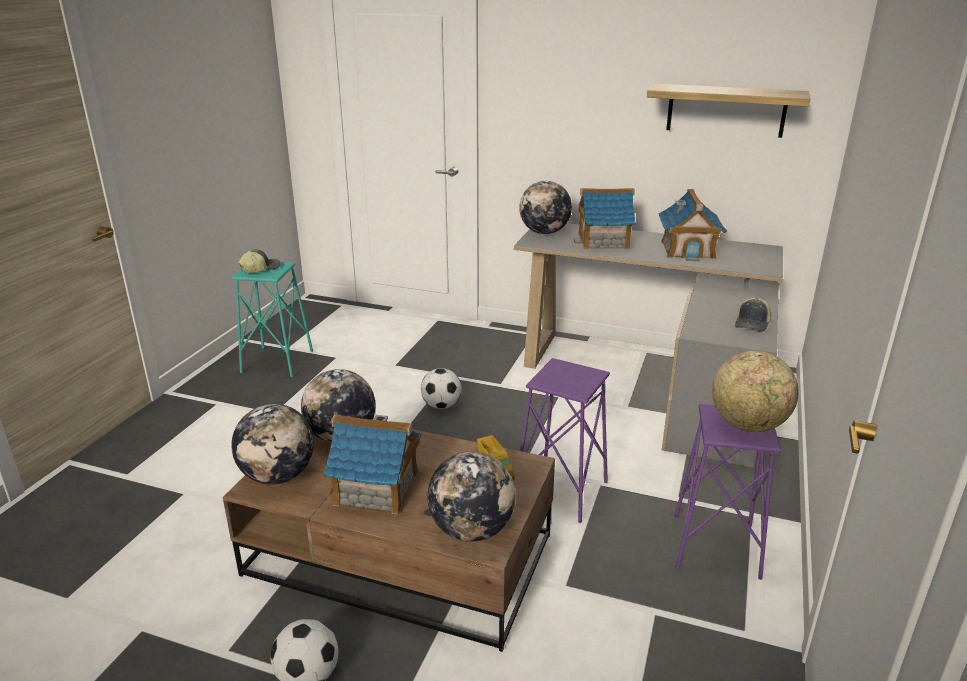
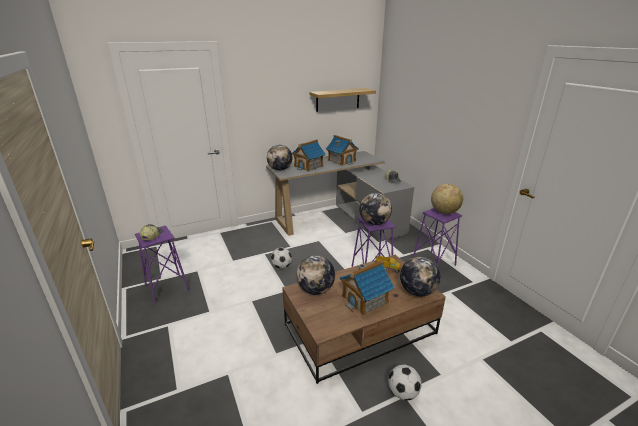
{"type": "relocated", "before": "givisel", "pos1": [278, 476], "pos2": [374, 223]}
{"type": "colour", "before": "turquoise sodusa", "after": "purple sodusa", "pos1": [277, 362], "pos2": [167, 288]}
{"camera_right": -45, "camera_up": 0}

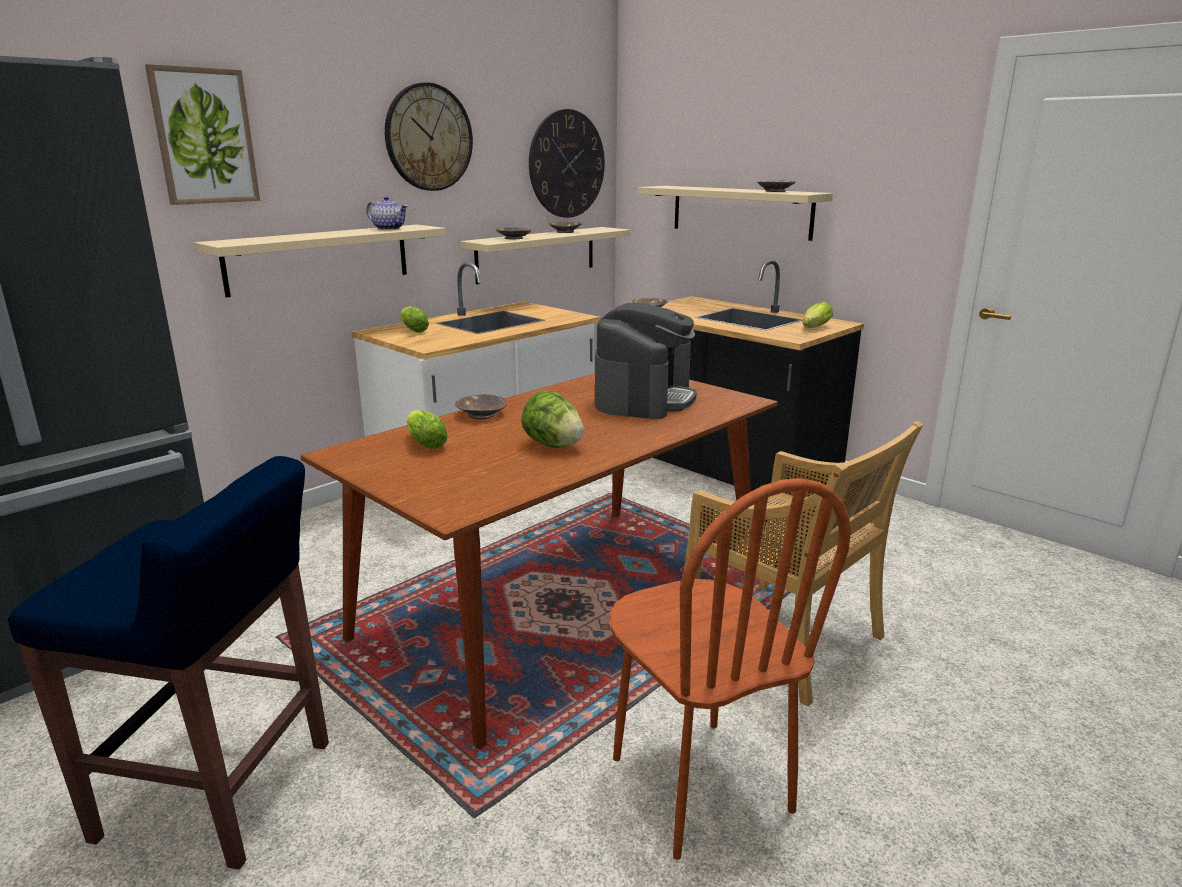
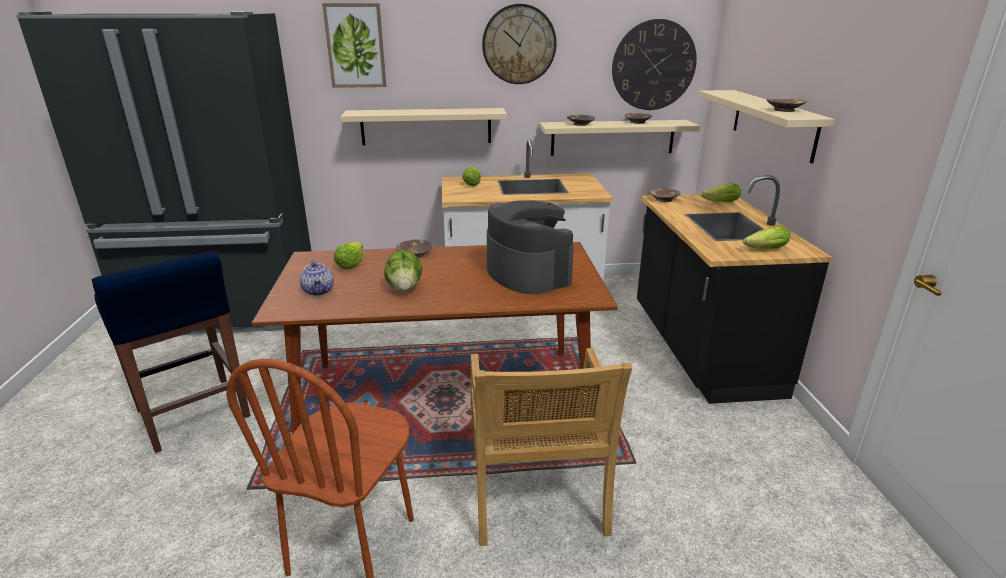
{"type": "appeared", "after": "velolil", "pos2": [719, 202]}
{"type": "relocated", "before": "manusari", "pos1": [389, 228], "pos2": [319, 291]}
{"type": "spun", "before": "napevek", "pos1": [644, 399], "pos2": [527, 273], "turn": -90}
{"camera_right": 40, "camera_up": 5}

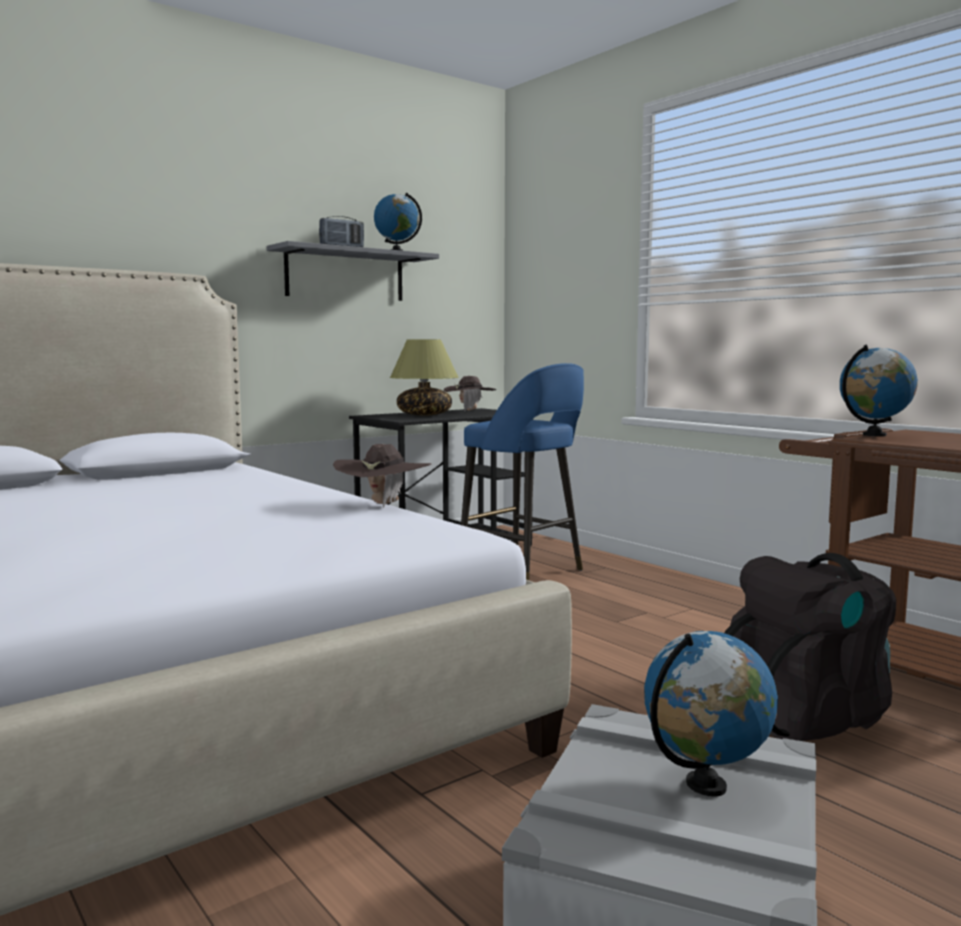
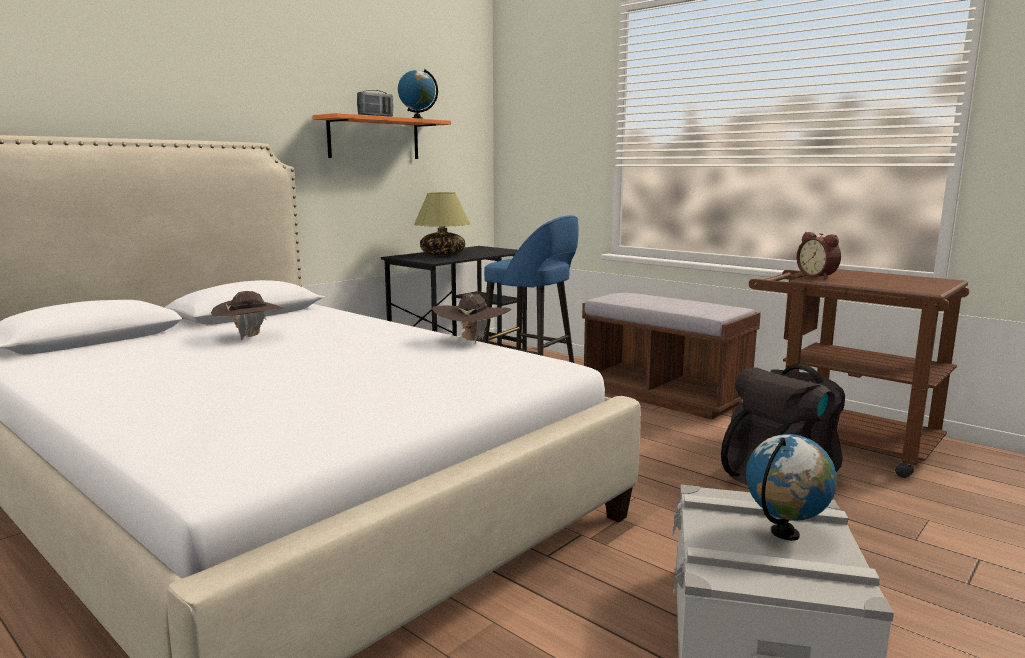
{"type": "appeared", "after": "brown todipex", "pos2": [664, 396]}
{"type": "relocated", "before": "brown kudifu", "pos1": [469, 411], "pos2": [250, 337]}
{"type": "exchanged", "before": "givisel", "after": "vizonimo", "pos1": [874, 435], "pos2": [818, 276]}
{"type": "colour", "before": "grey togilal", "after": "orange togilal", "pos1": [345, 275], "pos2": [374, 138]}
{"camera_right": -10, "camera_up": 5}

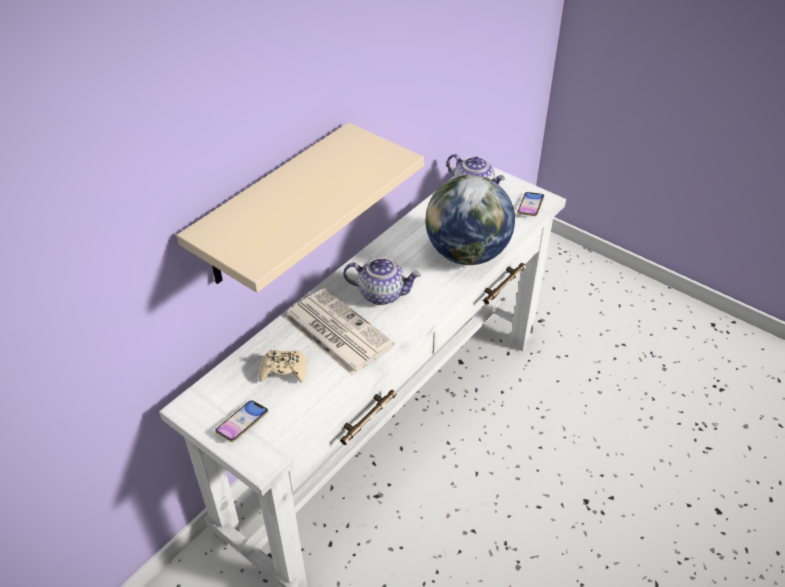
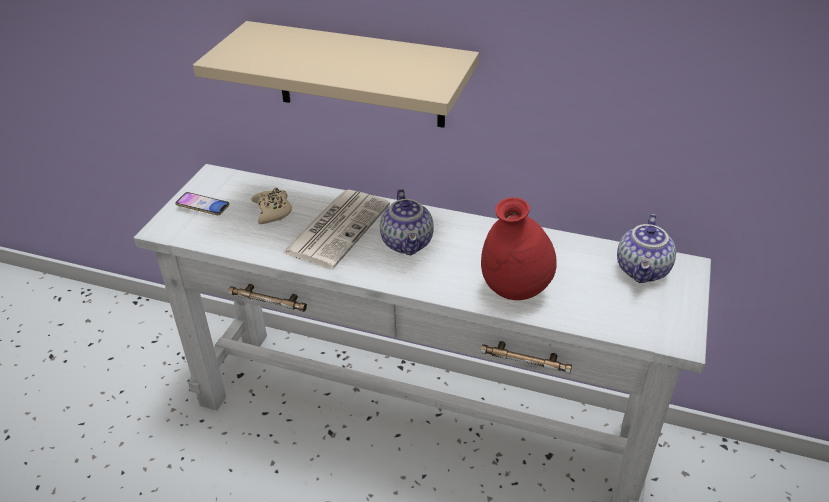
{"type": "missing", "before": "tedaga", "pos1": [530, 206]}
{"type": "exchanged", "before": "givisel", "after": "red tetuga", "pos1": [466, 254], "pos2": [514, 291]}
{"camera_right": 70, "camera_up": -5}

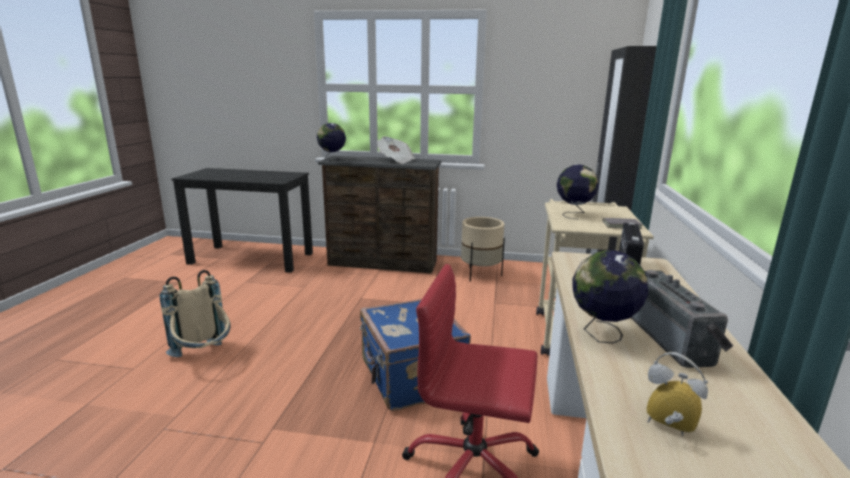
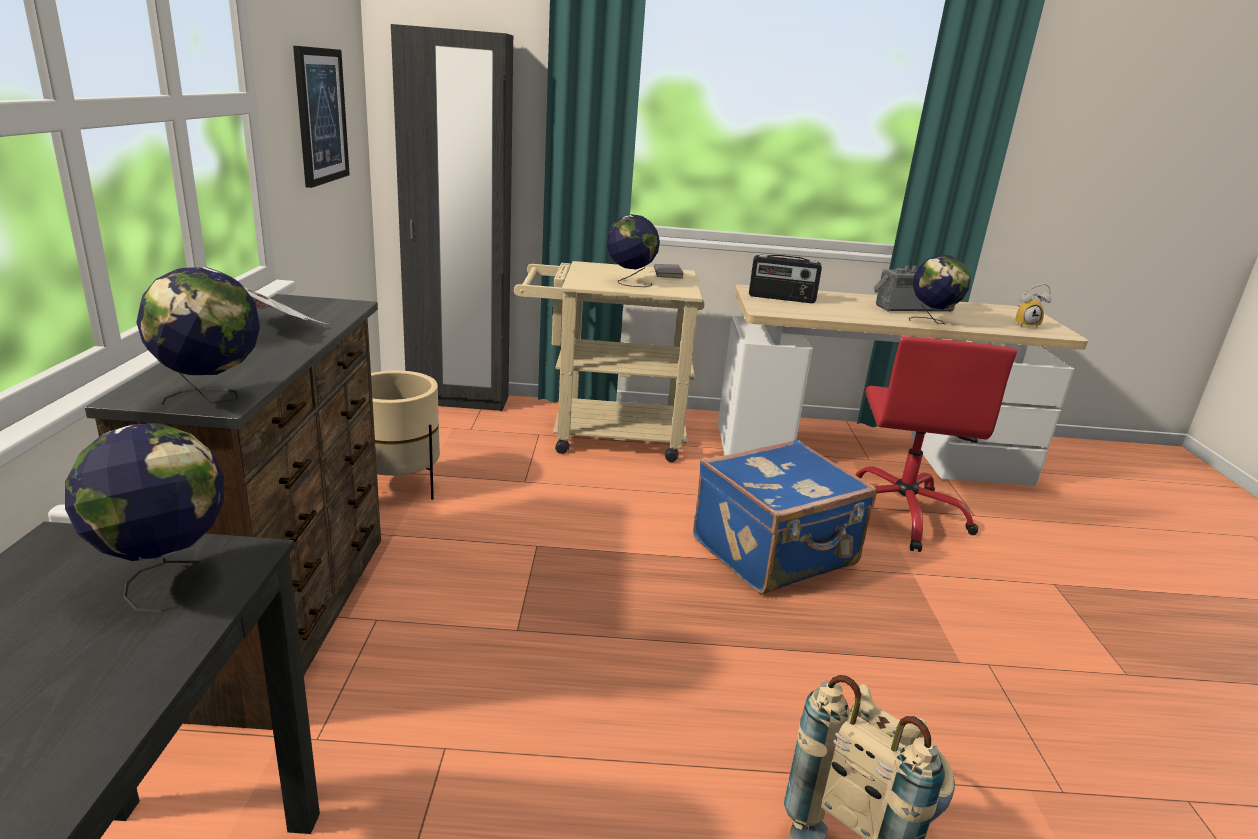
{"type": "appeared", "after": "givisel", "pos2": [164, 579]}
{"type": "appeared", "after": "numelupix", "pos2": [320, 116]}
{"type": "spun", "before": "vizonimo", "pos1": [667, 428], "pos2": [1025, 325], "turn": -120}
{"camera_right": -100, "camera_up": 5}

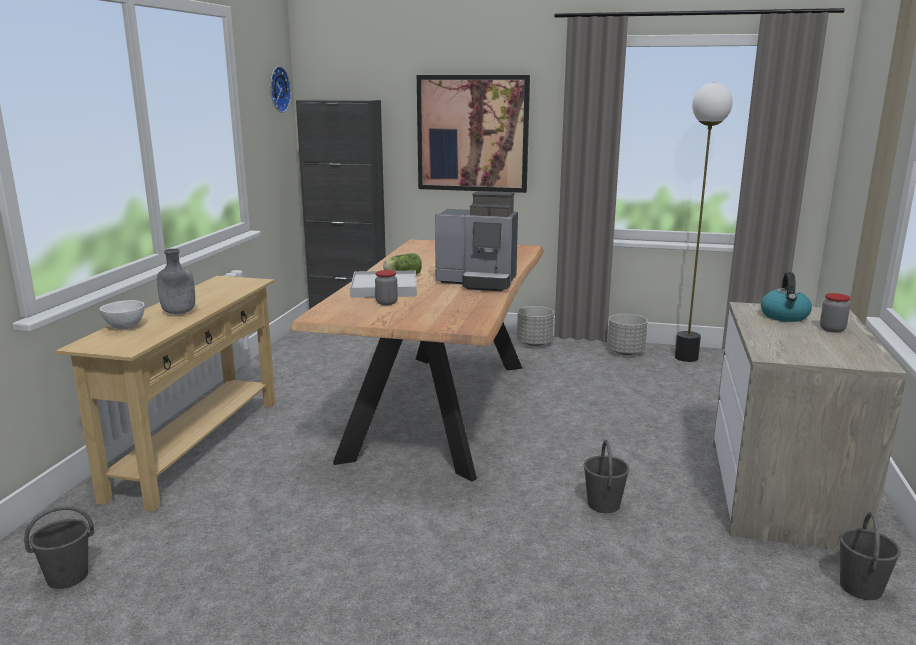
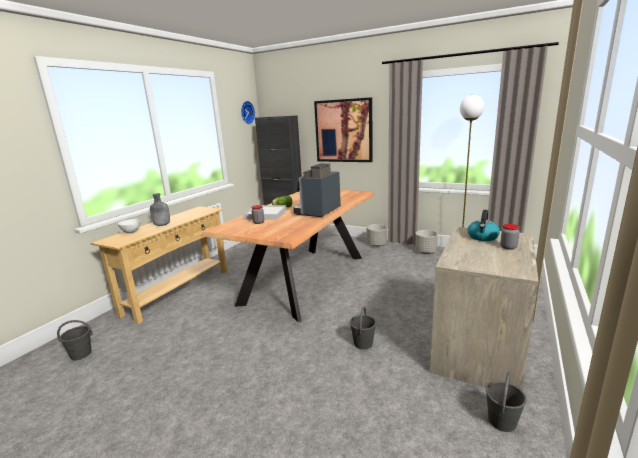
{"type": "spun", "before": "napevek", "pos1": [479, 282], "pos2": [318, 212], "turn": 90}
{"camera_right": 15, "camera_up": 0}

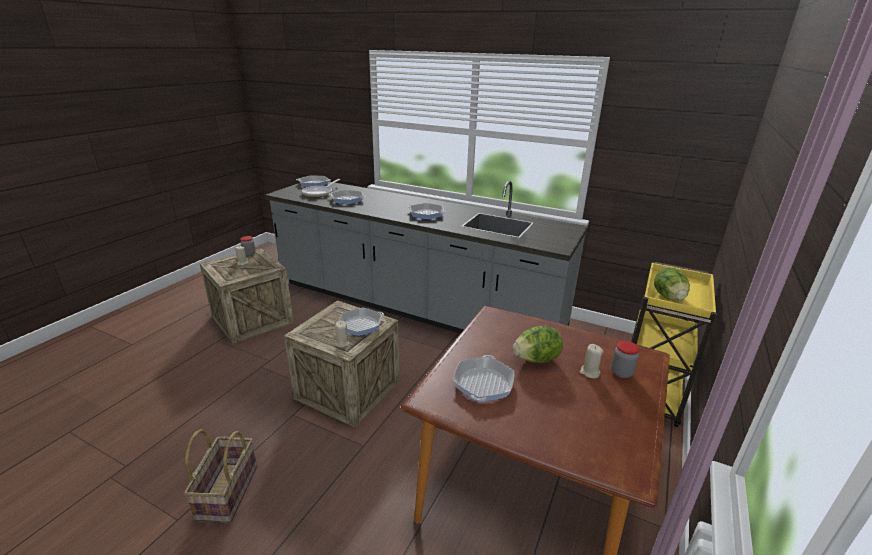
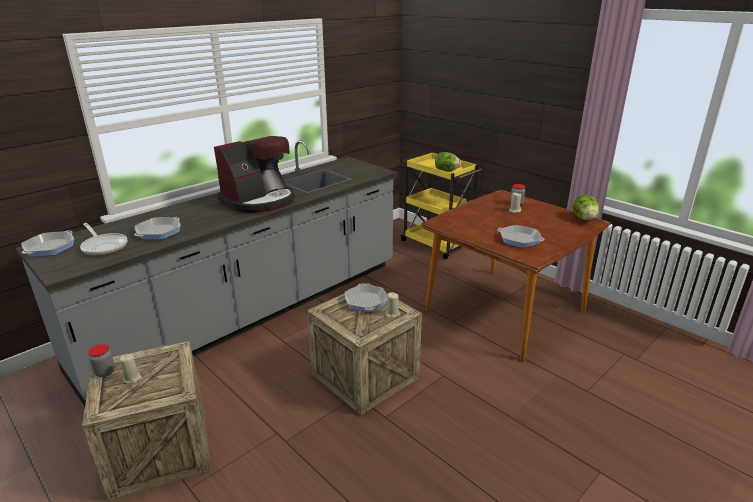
{"type": "missing", "before": "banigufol", "pos1": [226, 491]}
{"type": "relocated", "before": "velolil", "pos1": [536, 359], "pos2": [584, 219]}
{"type": "exchanged", "before": "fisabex", "after": "napevek", "pos1": [426, 214], "pos2": [260, 200]}
{"camera_right": -70, "camera_up": 0}

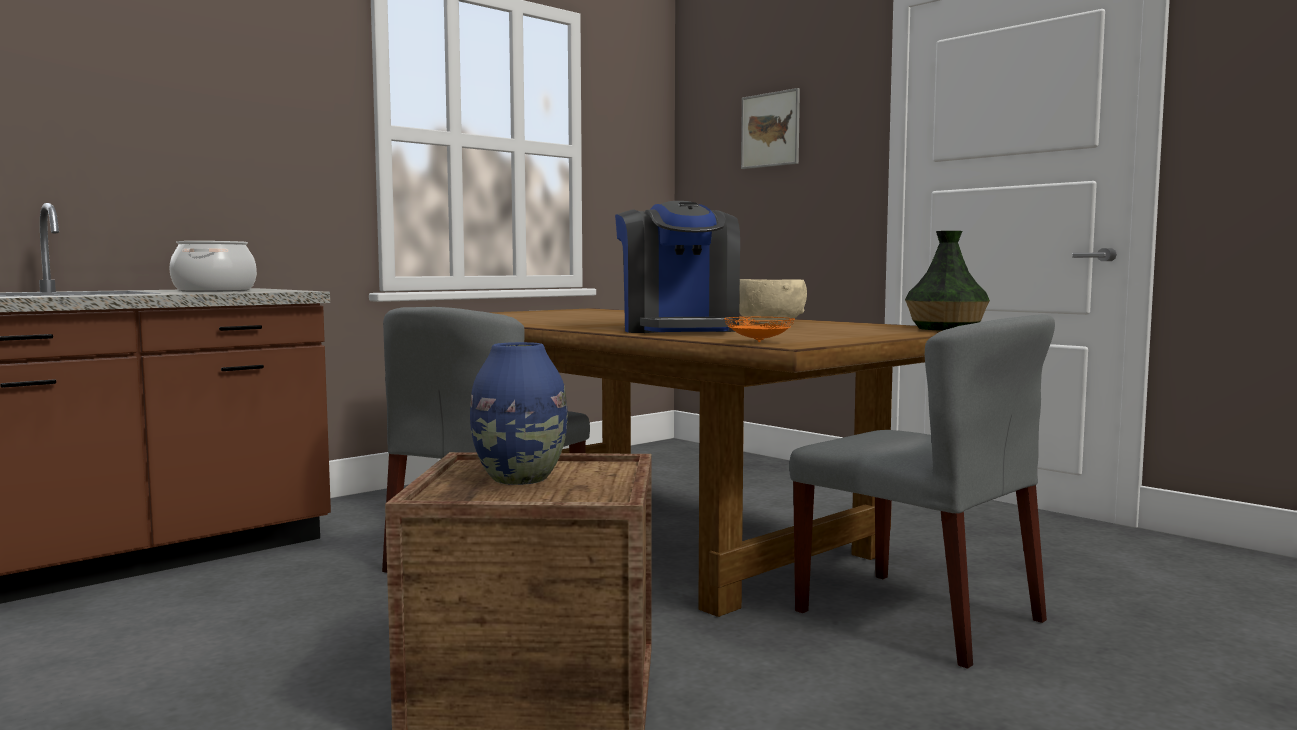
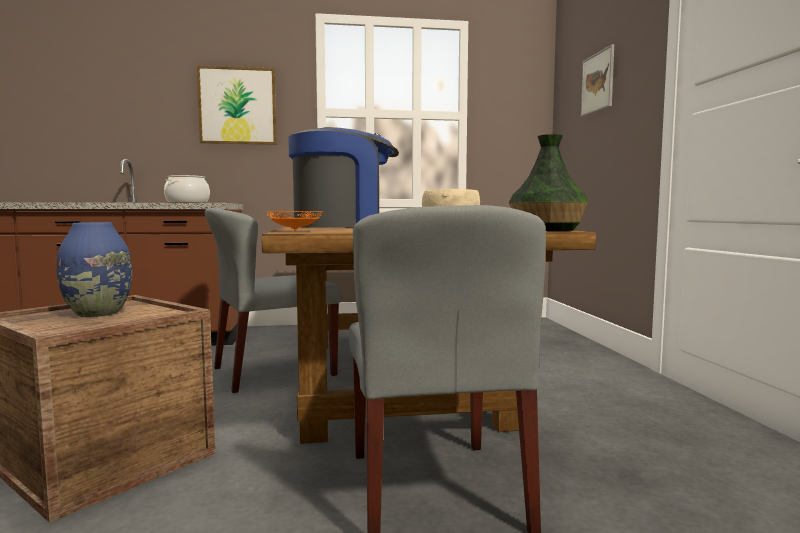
{"type": "appeared", "after": "numelupix", "pos2": [238, 106]}
{"type": "spun", "before": "napevek", "pos1": [678, 330], "pos2": [344, 226], "turn": -135}
{"camera_right": 35, "camera_up": 0}

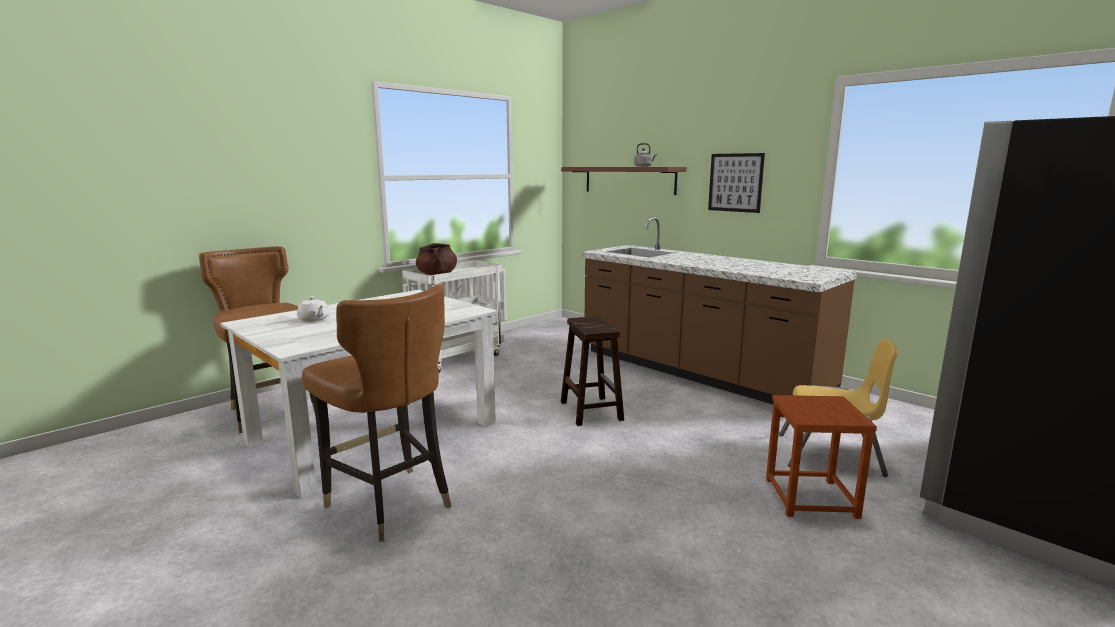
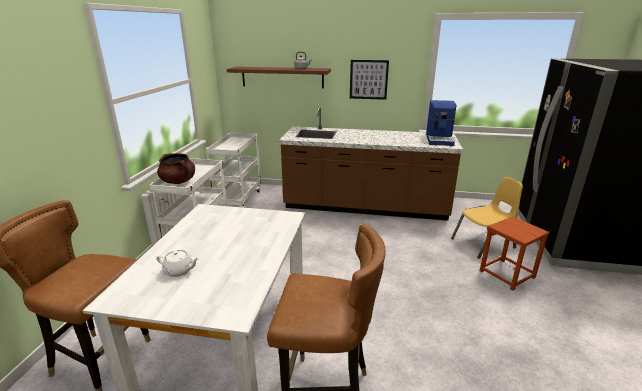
{"type": "missing", "before": "brown sodusa", "pos1": [590, 410]}
{"type": "appeared", "after": "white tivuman", "pos2": [238, 199]}
{"type": "appeared", "after": "napevek", "pos2": [439, 139]}
{"camera_right": -35, "camera_up": 10}

